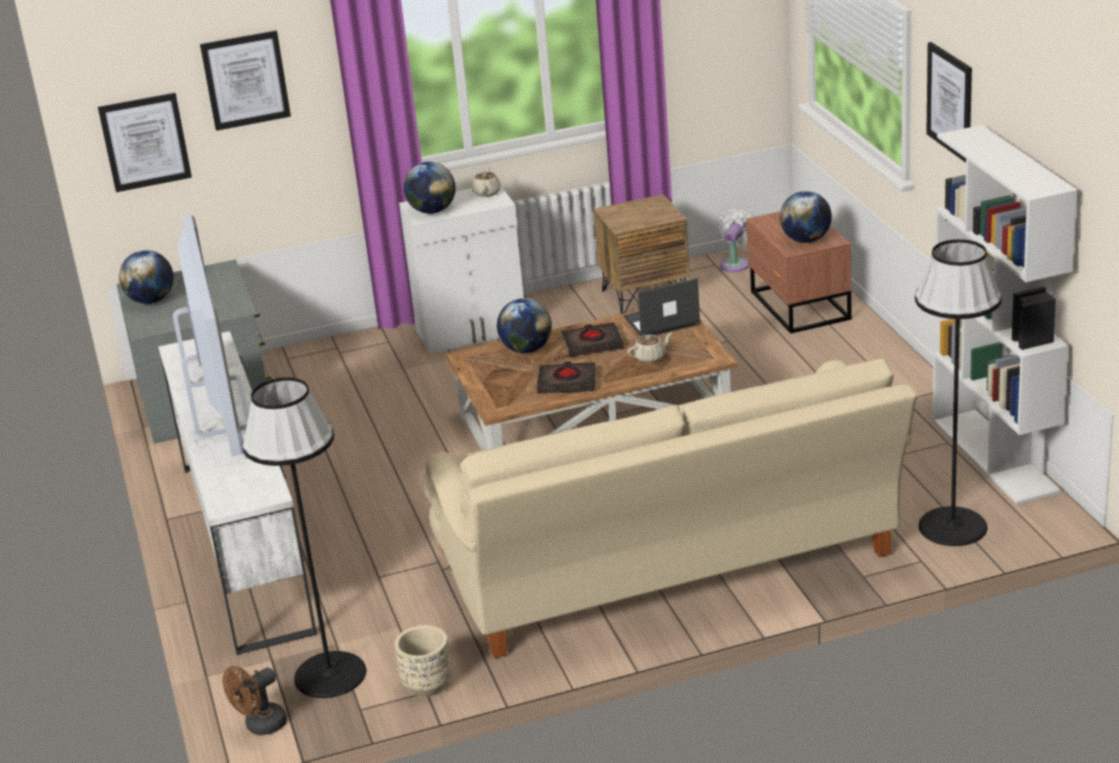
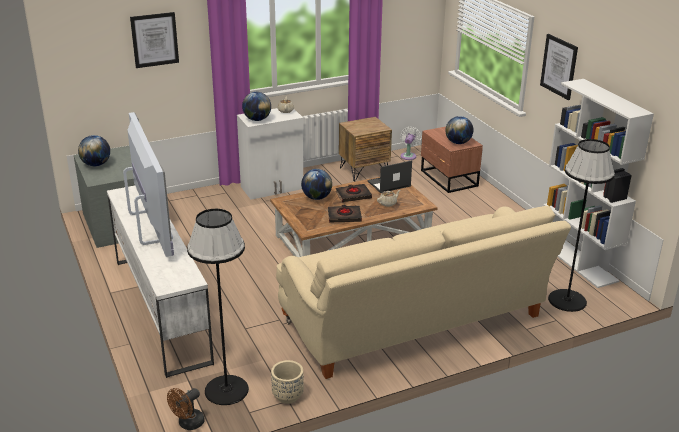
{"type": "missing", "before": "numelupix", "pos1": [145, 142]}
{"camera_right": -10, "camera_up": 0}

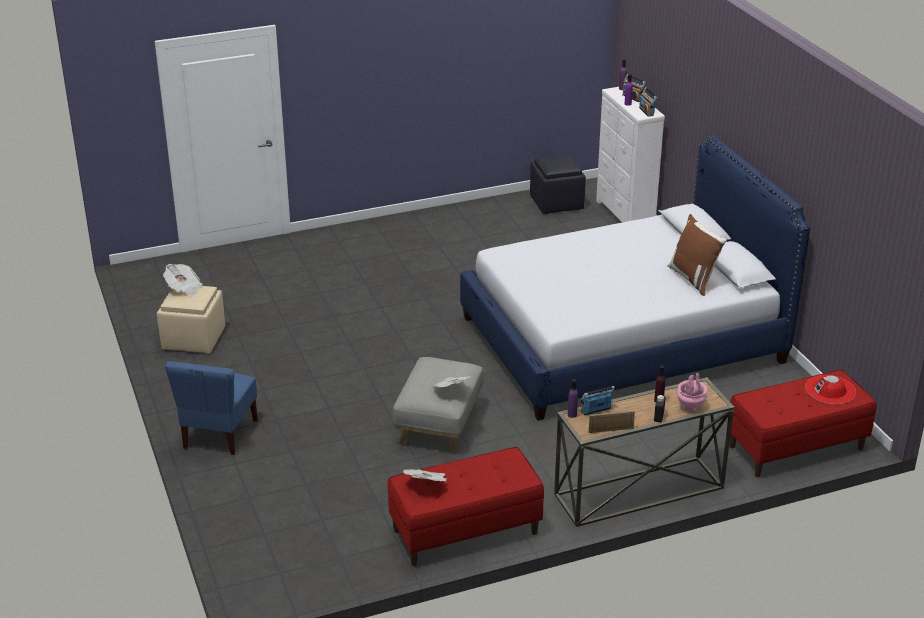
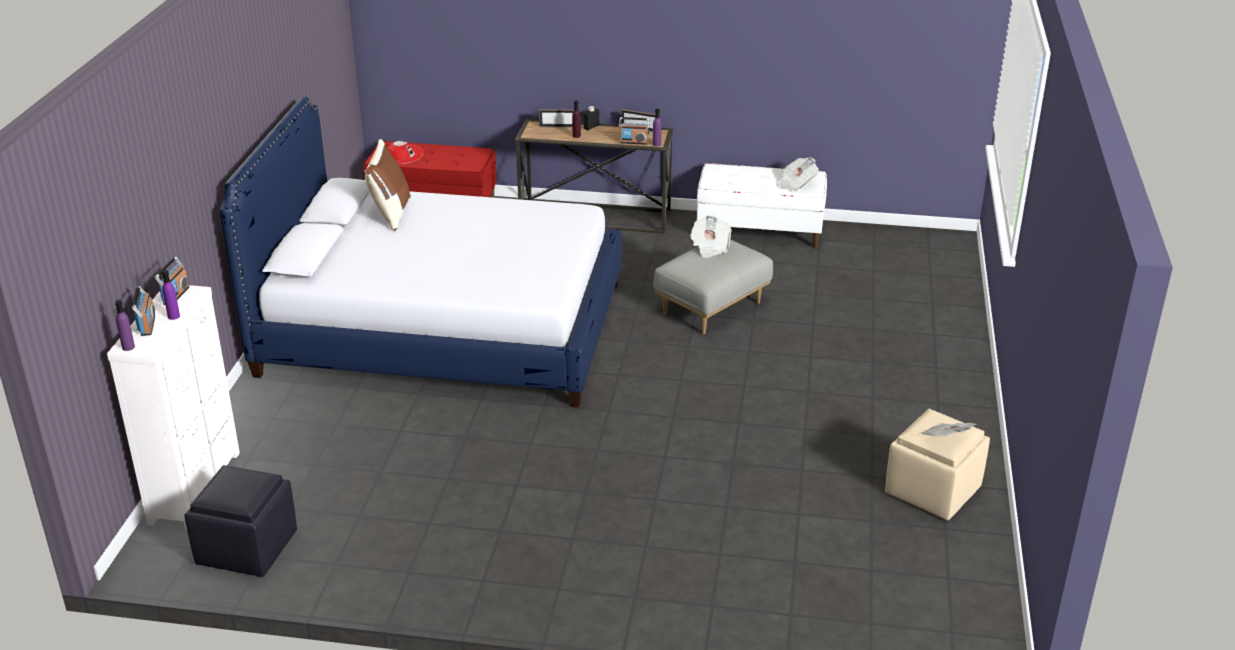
{"type": "missing", "before": "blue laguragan", "pos1": [219, 434]}
{"type": "exchanged", "before": "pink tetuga", "after": "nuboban", "pos1": [690, 407], "pos2": [559, 126]}
{"type": "colour", "before": "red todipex", "after": "white todipex", "pos1": [465, 532], "pos2": [760, 231]}
{"camera_right": -150, "camera_up": 0}

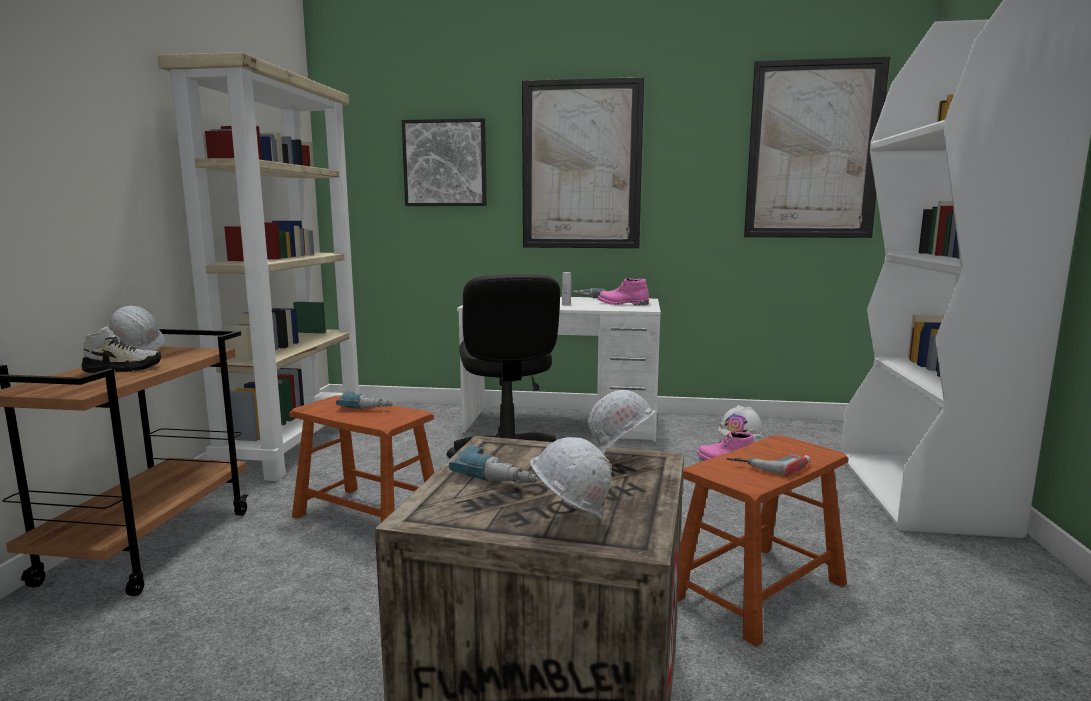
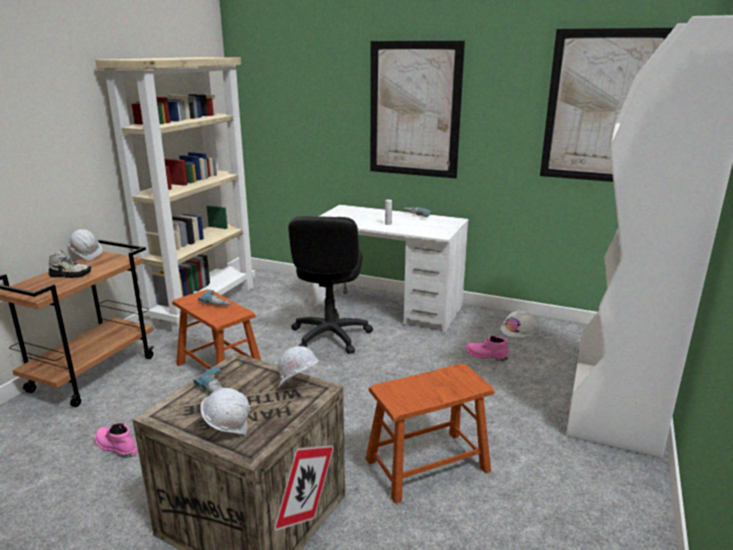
{"type": "missing", "before": "numelupix", "pos1": [445, 163]}
{"type": "missing", "before": "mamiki", "pos1": [769, 464]}
{"type": "relocated", "before": "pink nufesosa", "pos1": [622, 304], "pos2": [115, 447]}
{"camera_right": 15, "camera_up": 10}

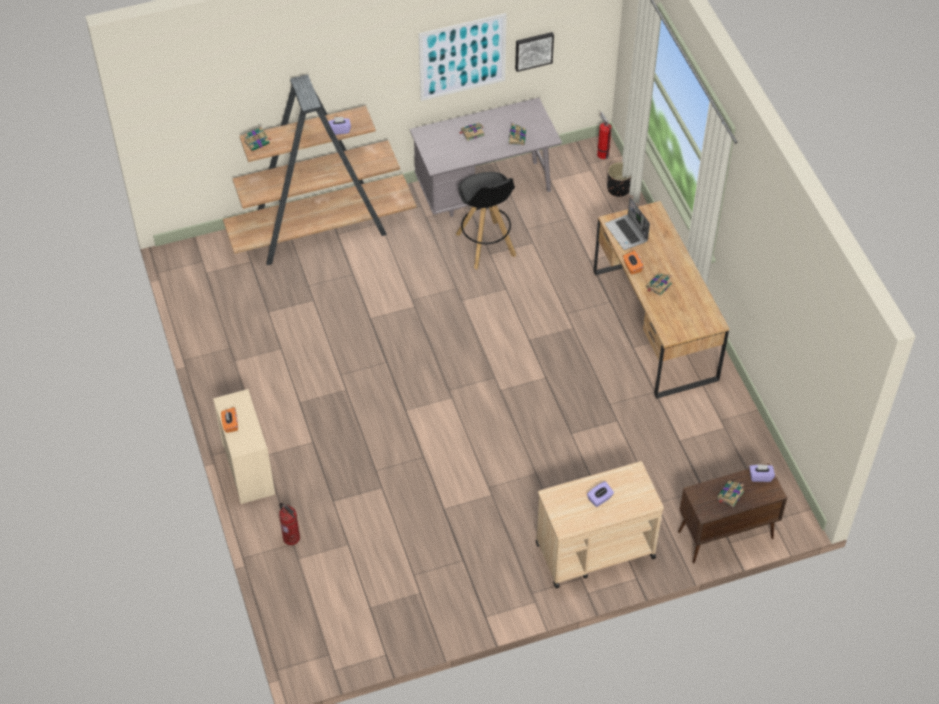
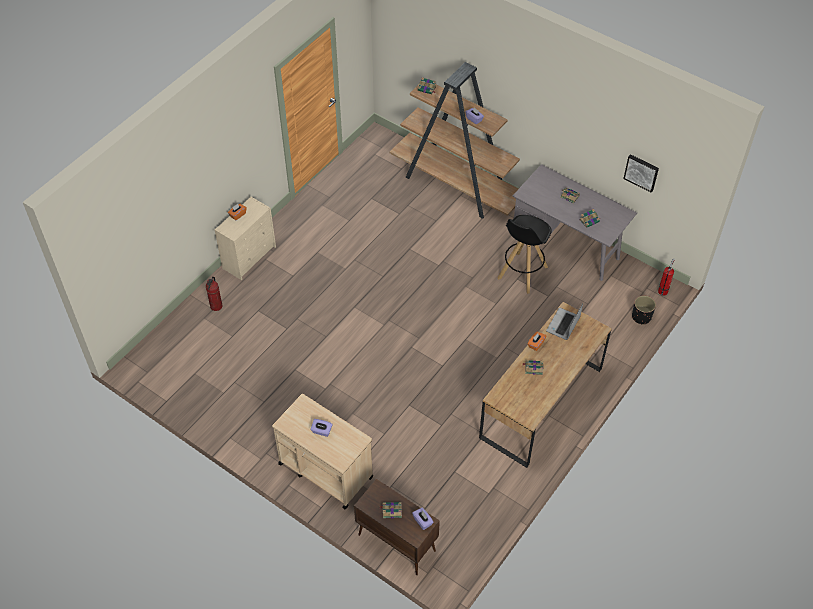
{"type": "missing", "before": "numelupix", "pos1": [462, 57]}
{"camera_right": 55, "camera_up": 0}

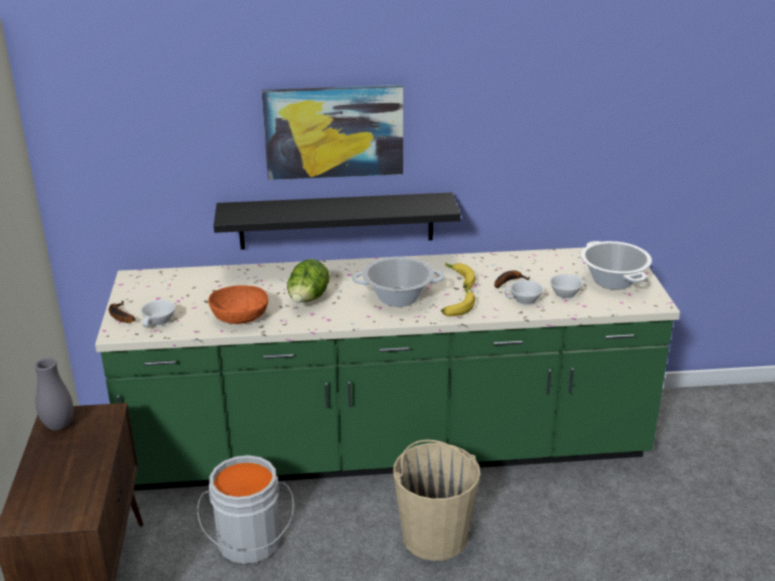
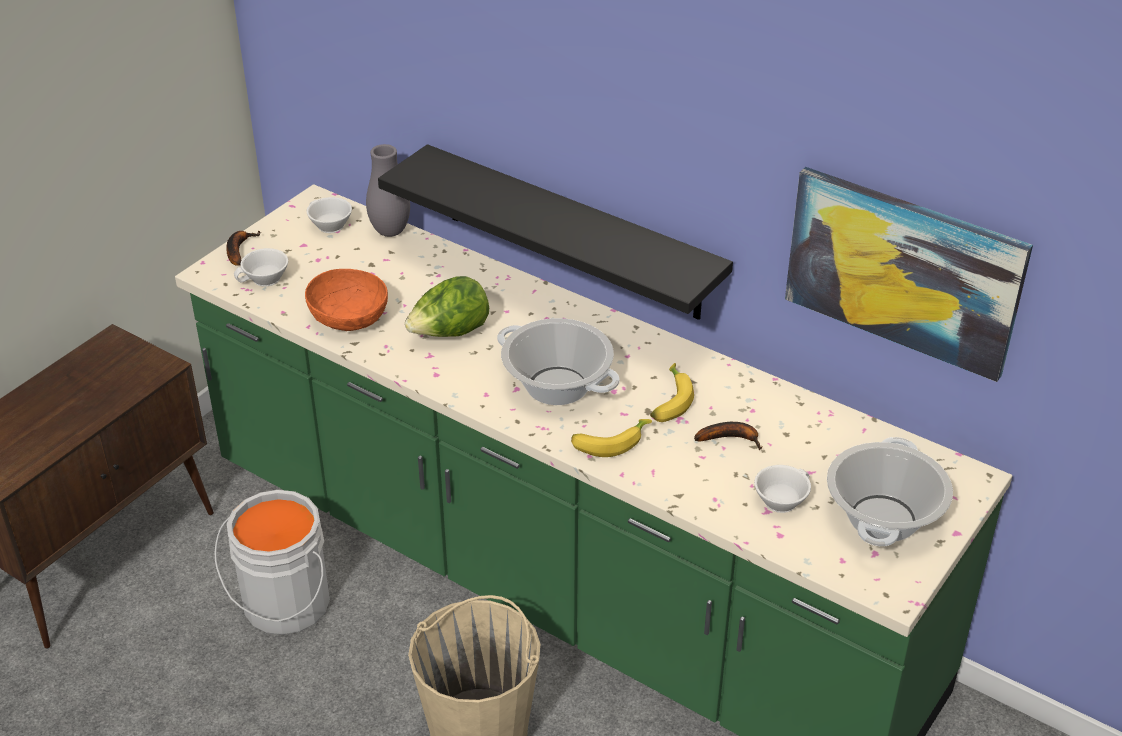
{"type": "relocated", "before": "grey tetuga", "pos1": [59, 426], "pos2": [390, 231]}
{"type": "relocated", "before": "numelupix", "pos1": [334, 131], "pos2": [903, 270]}
{"type": "relocated", "before": "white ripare", "pos1": [524, 301], "pos2": [328, 225]}
{"camera_right": 40, "camera_up": 10}

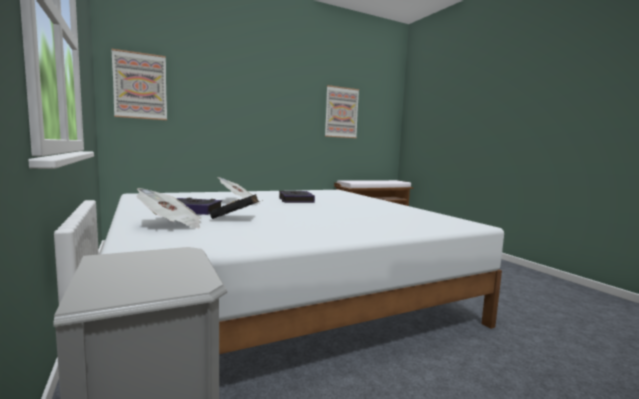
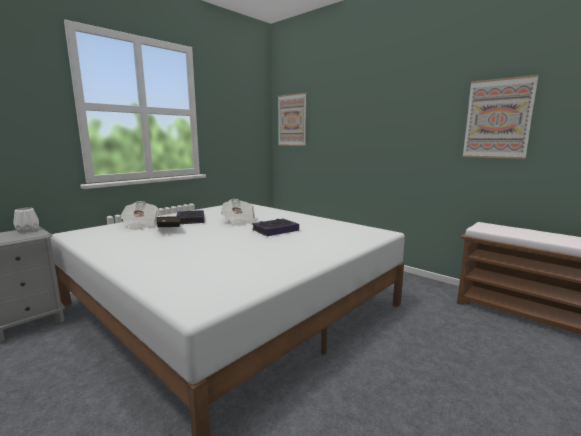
{"type": "appeared", "after": "white tetuga", "pos2": [27, 230]}
{"camera_right": 70, "camera_up": 5}

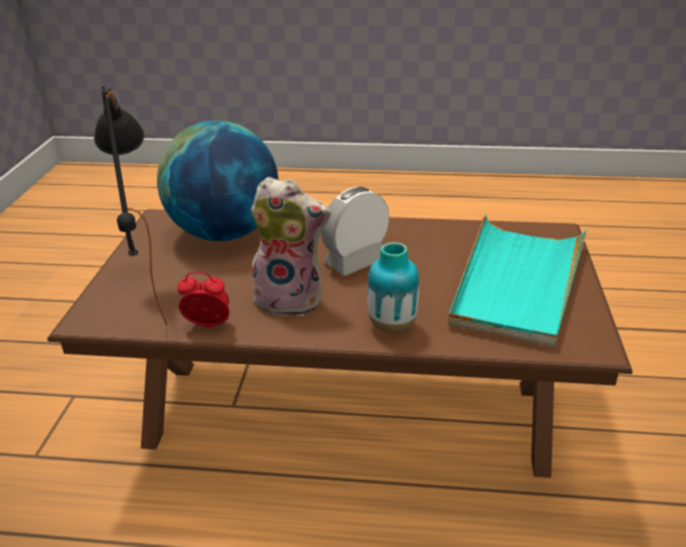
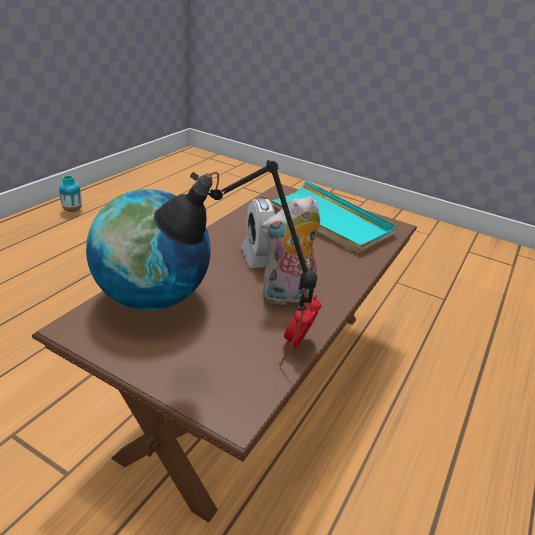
{"type": "relocated", "before": "tetuga", "pos1": [392, 326], "pos2": [72, 210]}
{"type": "spun", "before": "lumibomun", "pos1": [291, 299], "pos2": [287, 296], "turn": -150}
{"camera_right": -70, "camera_up": 0}

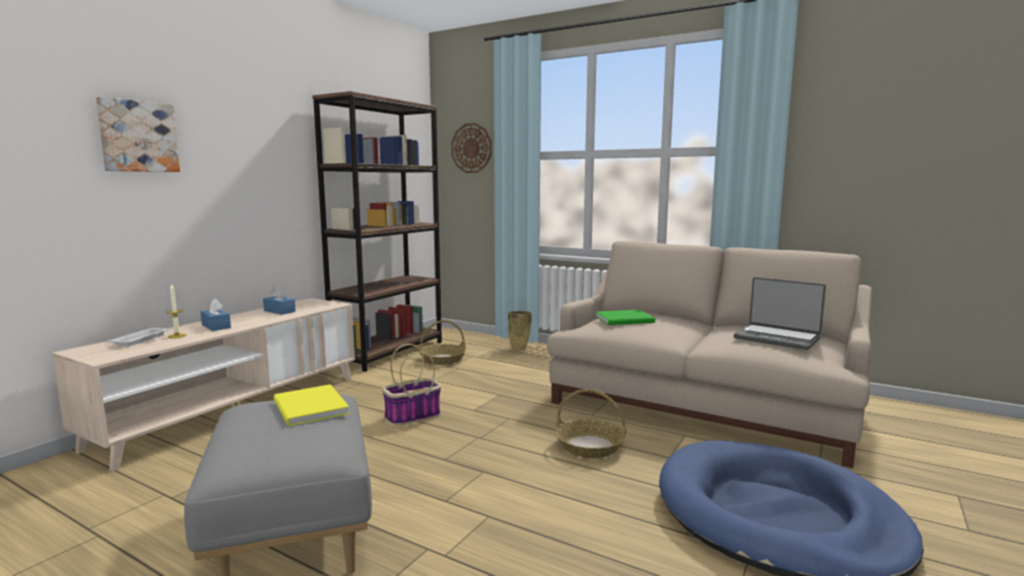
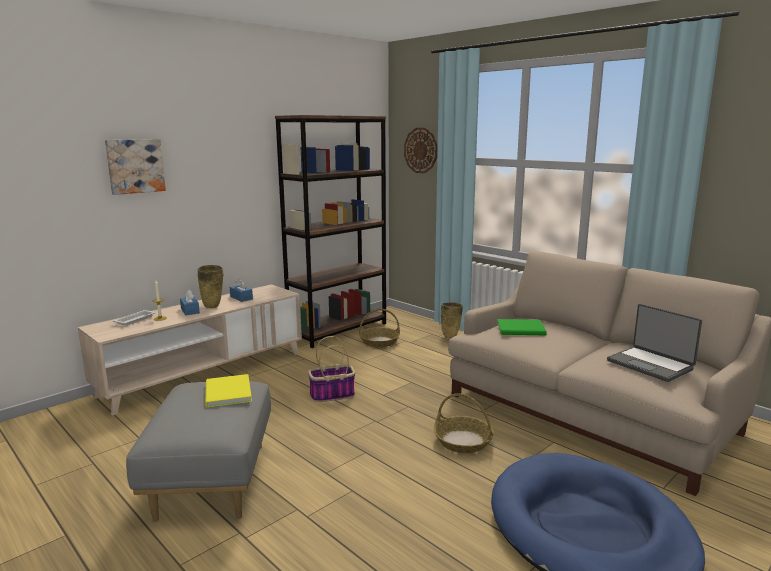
{"type": "appeared", "after": "beige tetuga", "pos2": [213, 307]}
{"camera_right": 15, "camera_up": 5}

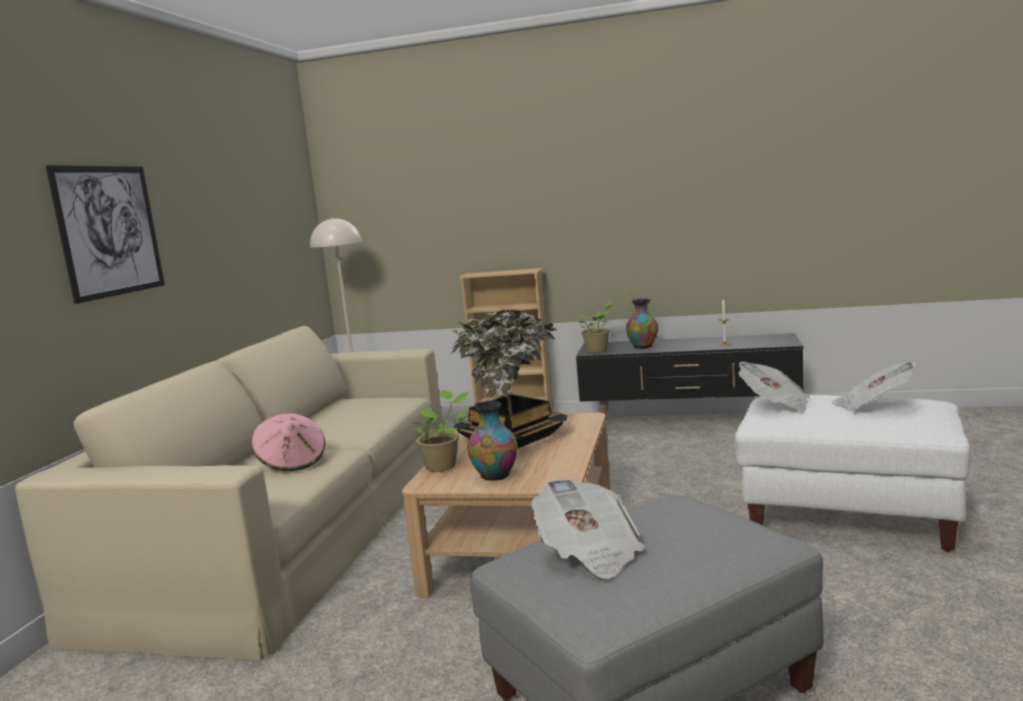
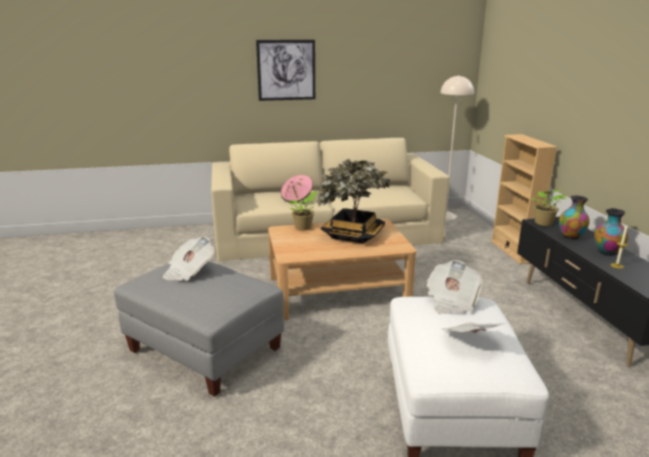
{"type": "relocated", "before": "tetuga", "pos1": [495, 476], "pos2": [606, 252]}
{"camera_right": 65, "camera_up": 10}

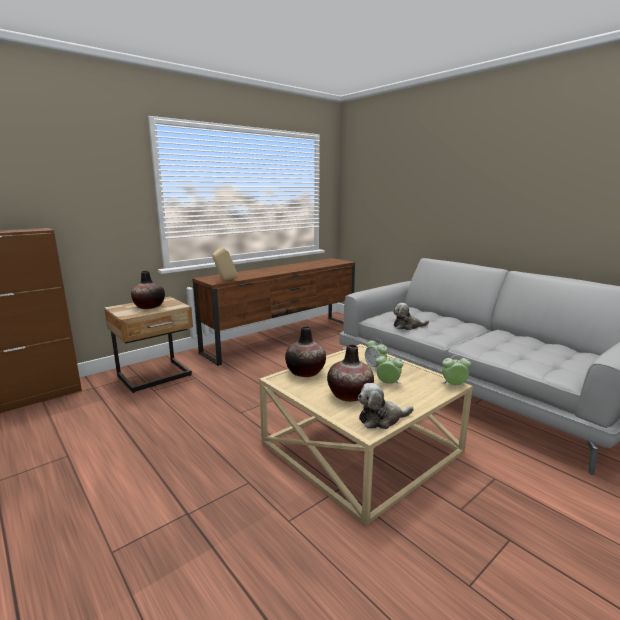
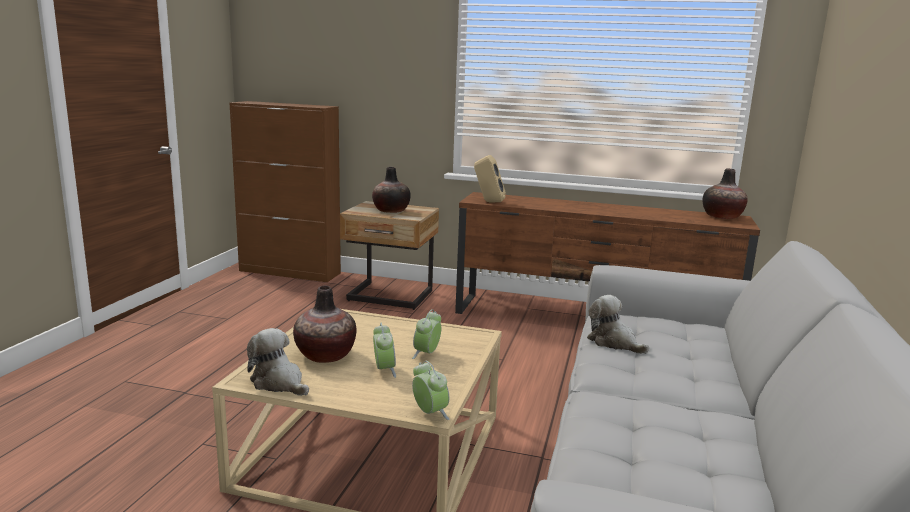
{"type": "relocated", "before": "tetuga", "pos1": [305, 372], "pos2": [722, 217]}
{"camera_right": 55, "camera_up": 0}

